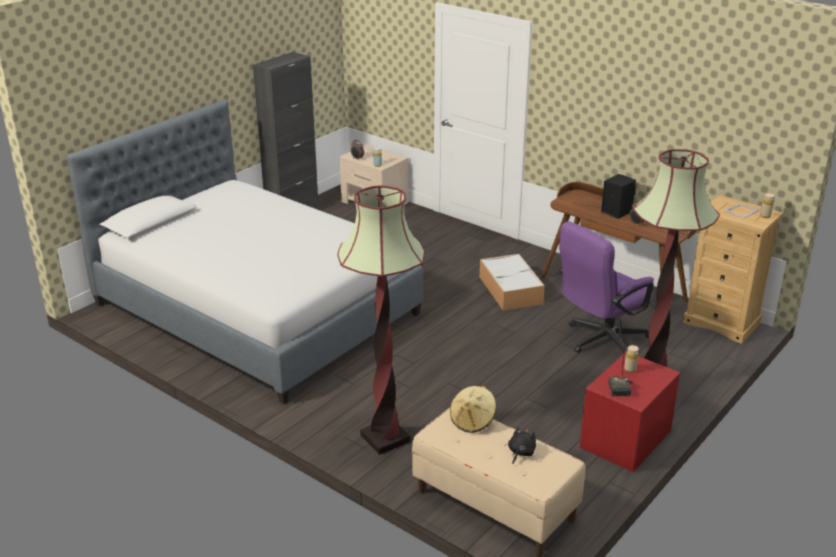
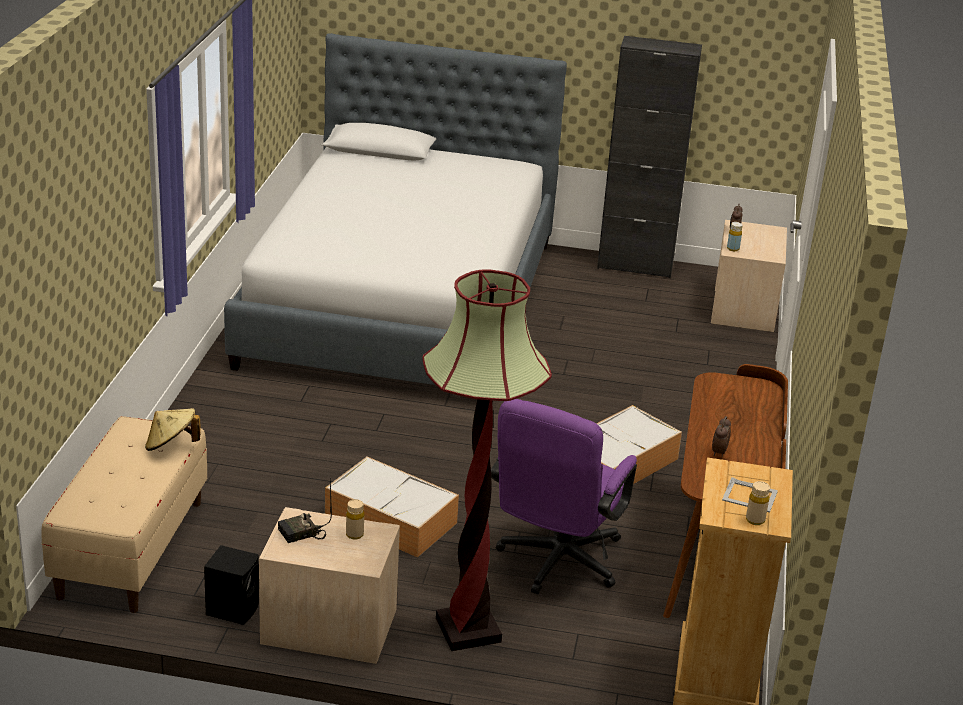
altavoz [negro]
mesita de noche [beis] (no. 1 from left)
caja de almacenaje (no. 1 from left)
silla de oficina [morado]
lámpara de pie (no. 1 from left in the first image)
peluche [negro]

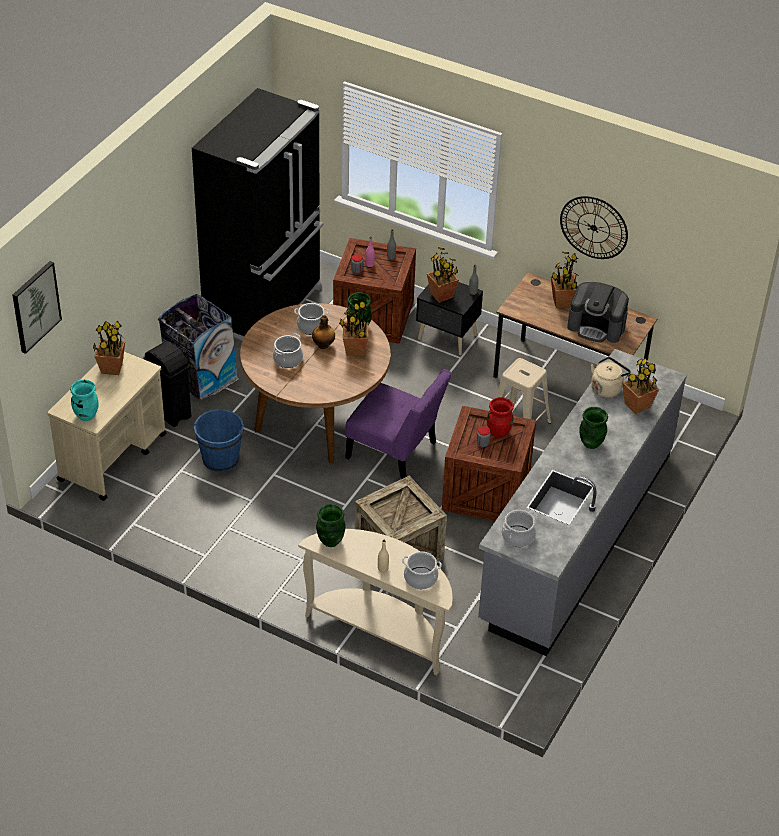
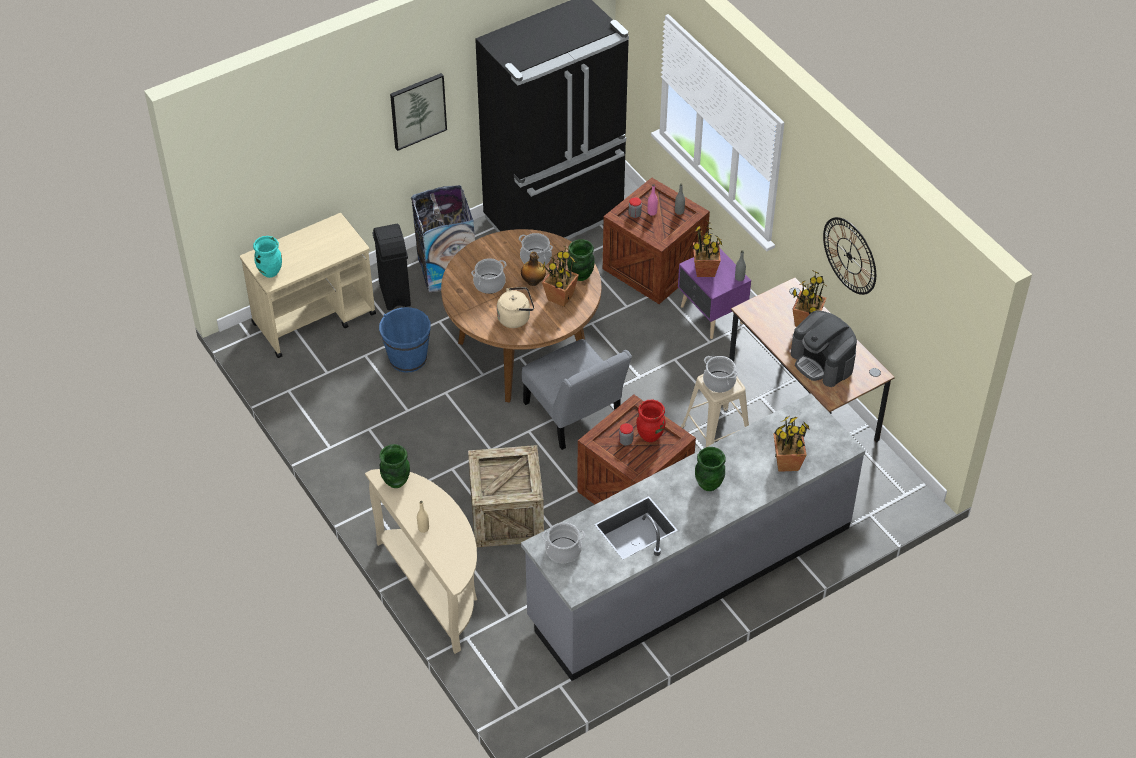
cuadro
hervidor [beis]
silla [gris]
mesita de noche [morado]
olla (no. 4 from left)
planta en maceta (no. 1 from left in the first image)

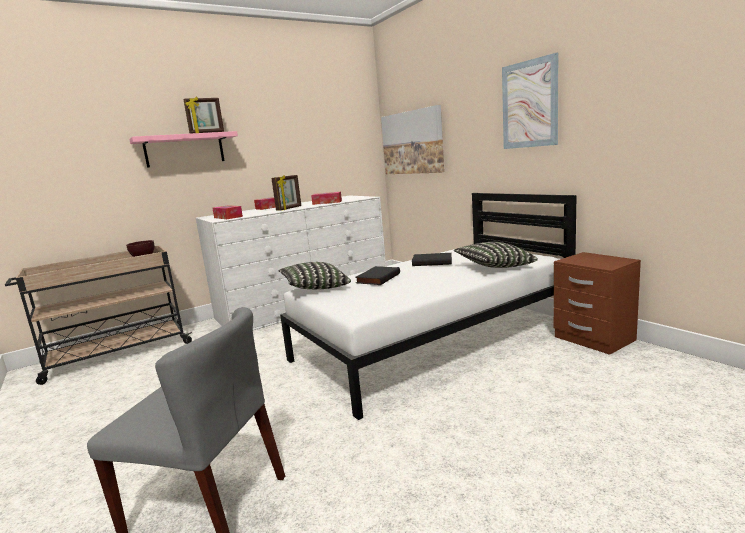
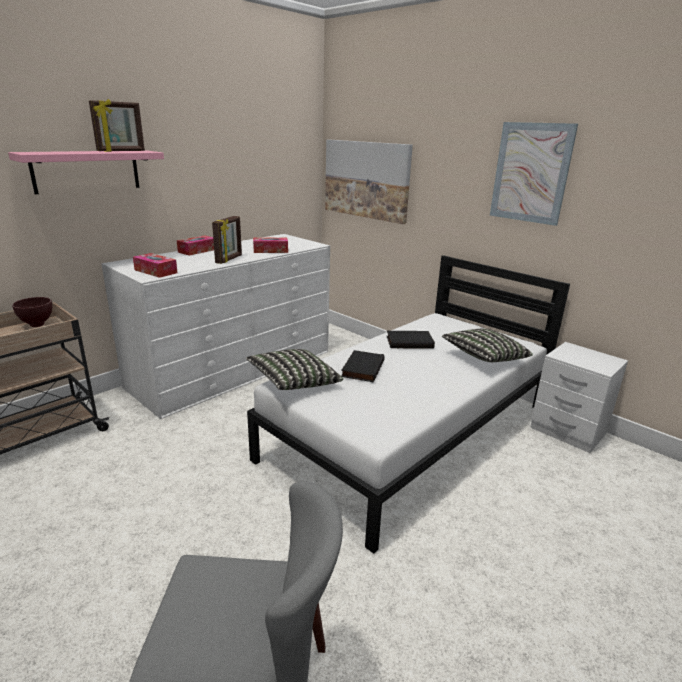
mesita de noche [blanco]

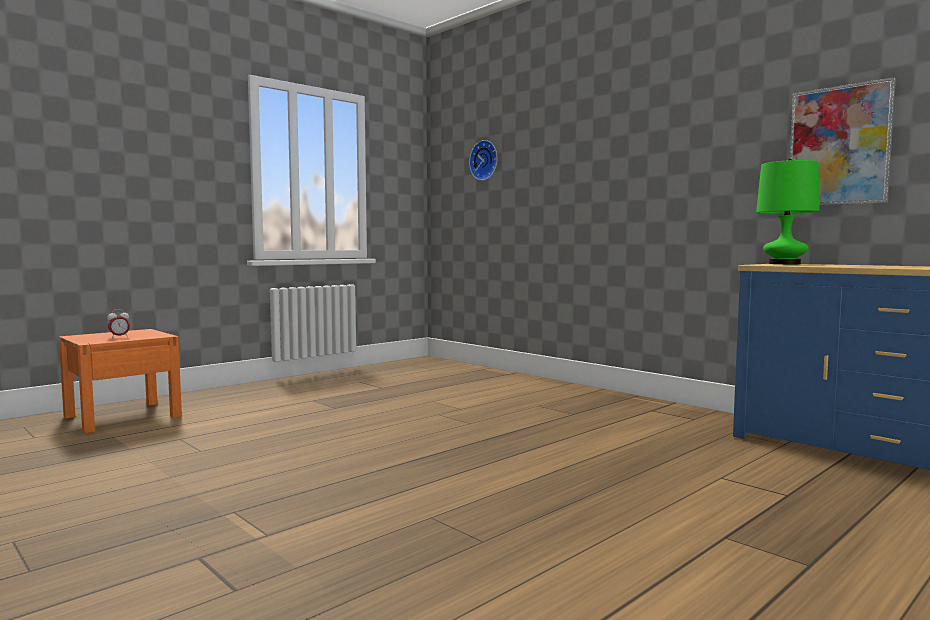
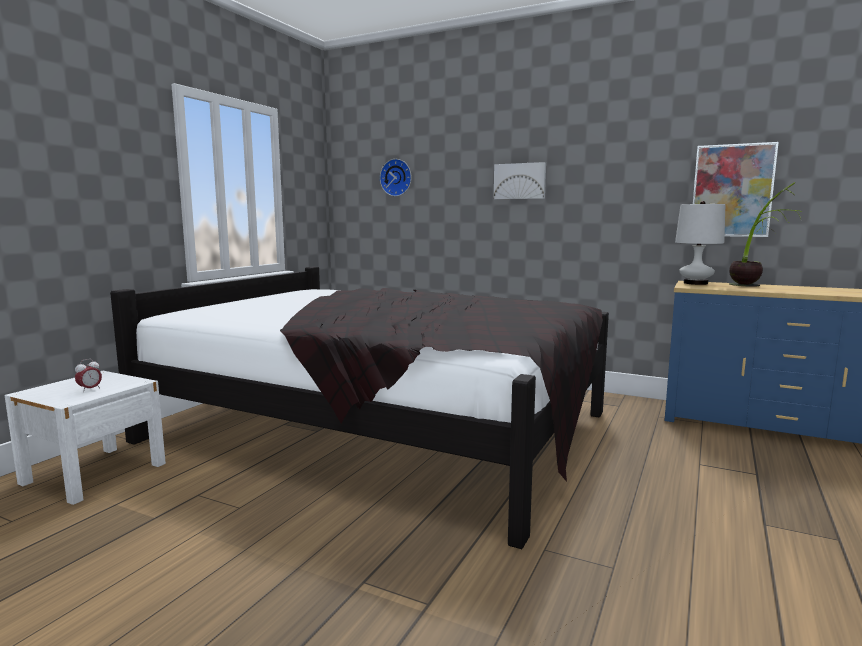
mesita de noche [blanco]
cama [negro]
cuadro (no. 1 from left)
lámpara de mesa [blanco]
planta en maceta

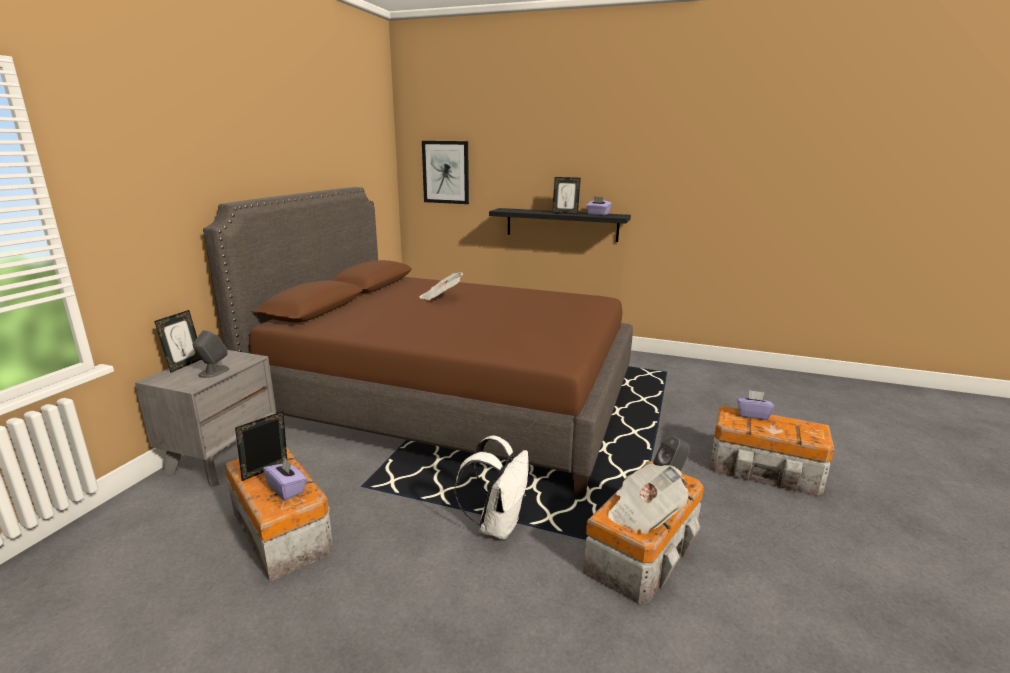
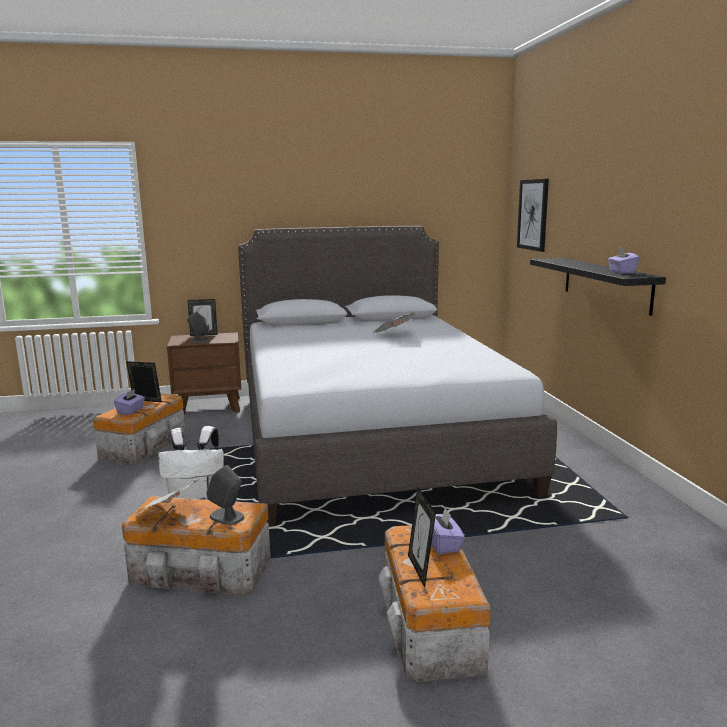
mesita de noche [marrón]
cama [gris]
portarretratos (no. 3 from left)

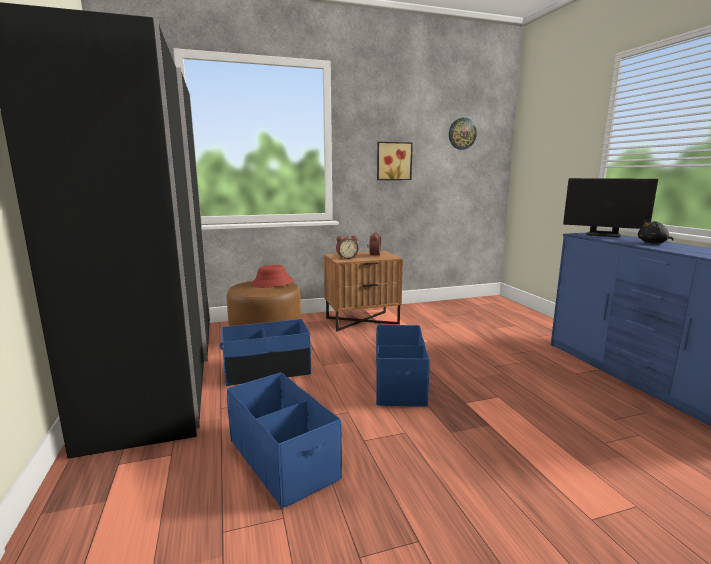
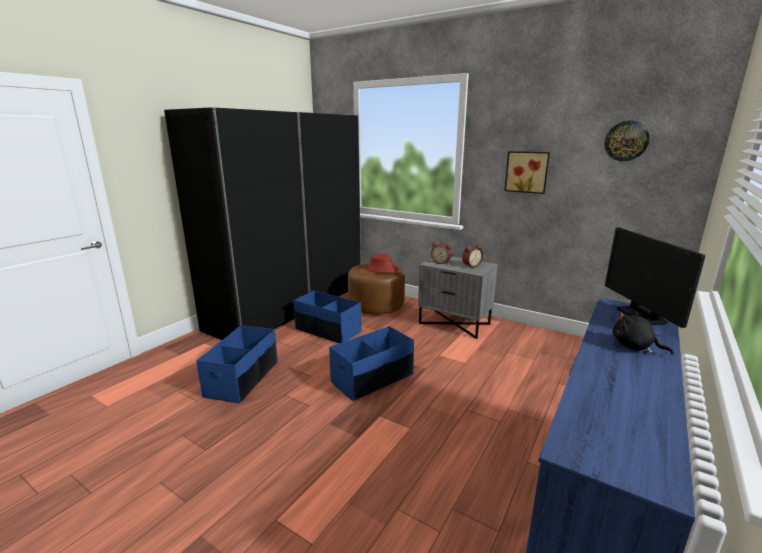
mesita de noche [gris]

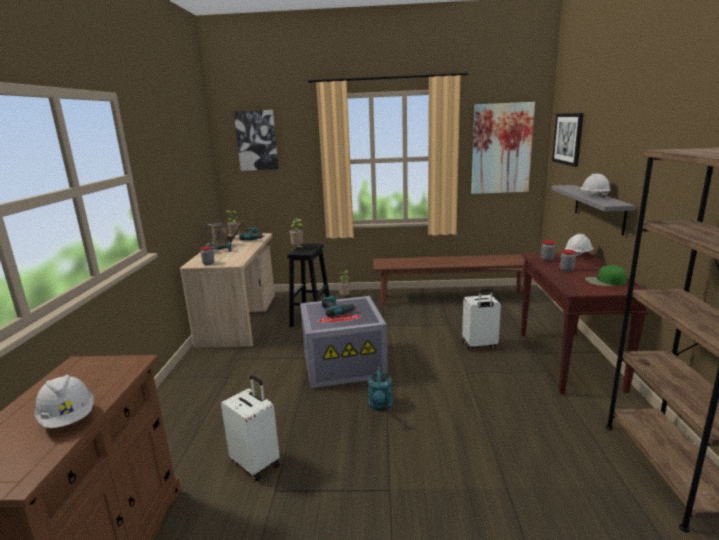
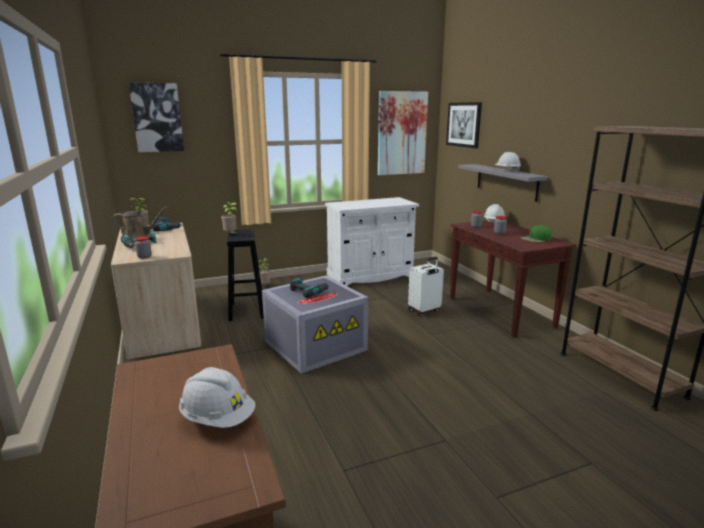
armario [blanco]
maleta [blanco] (no. 1 from left in the first image)
regadera [turquesa]

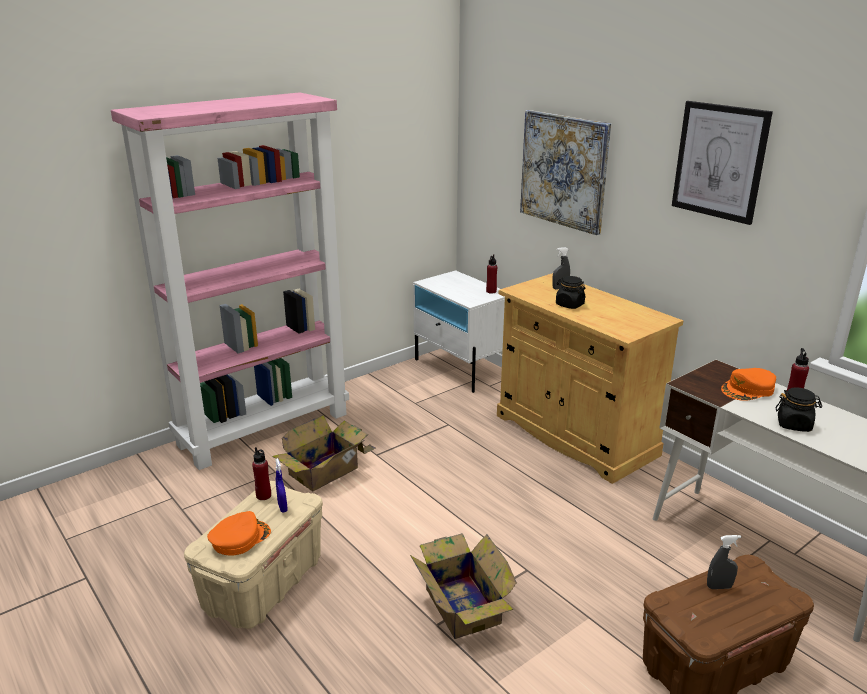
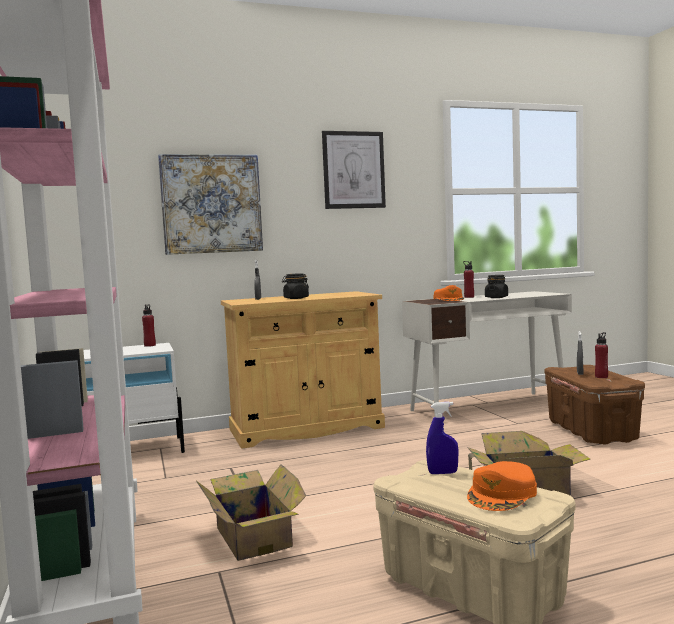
gorra [naranja] (no. 2 from left)
botella [rojo] (no. 3 from left)

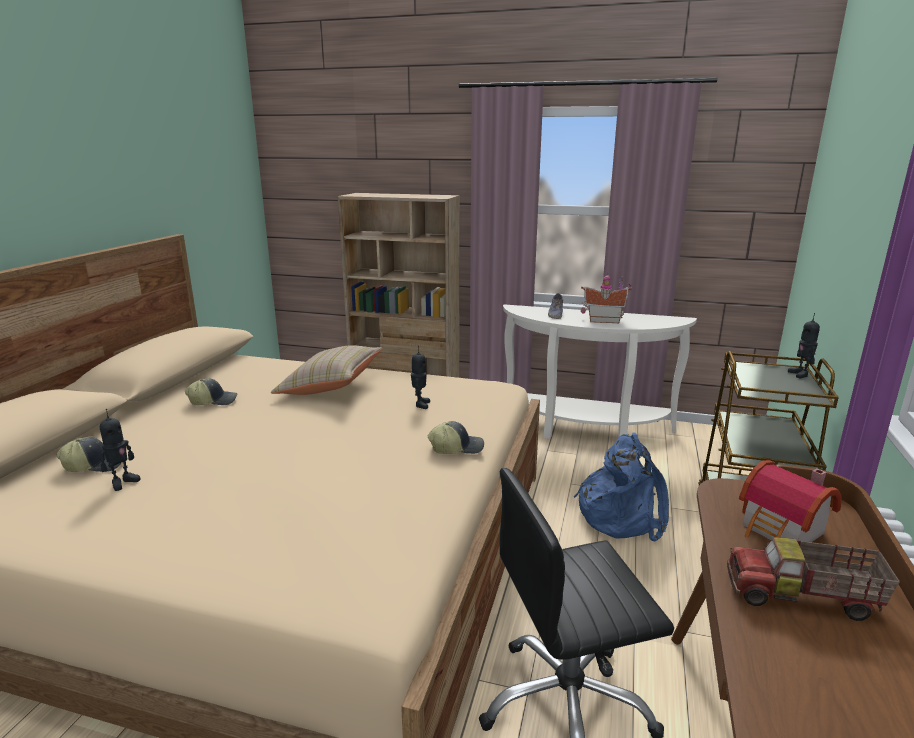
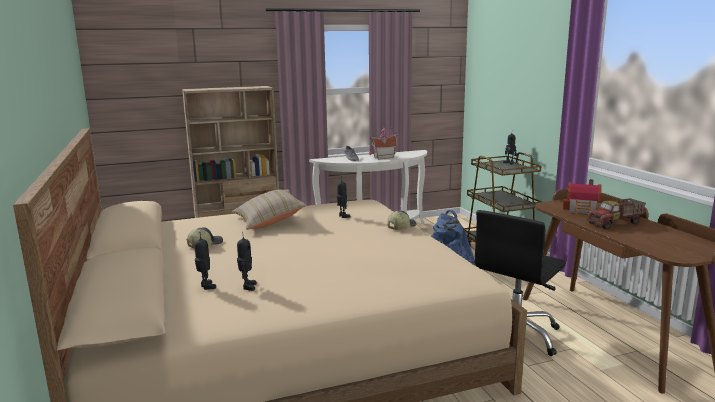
robot de juguete (no. 1 from left)

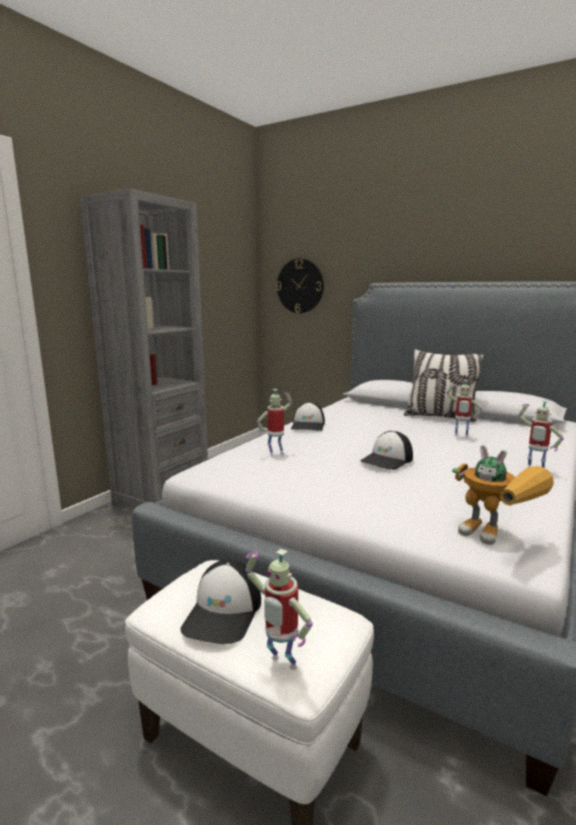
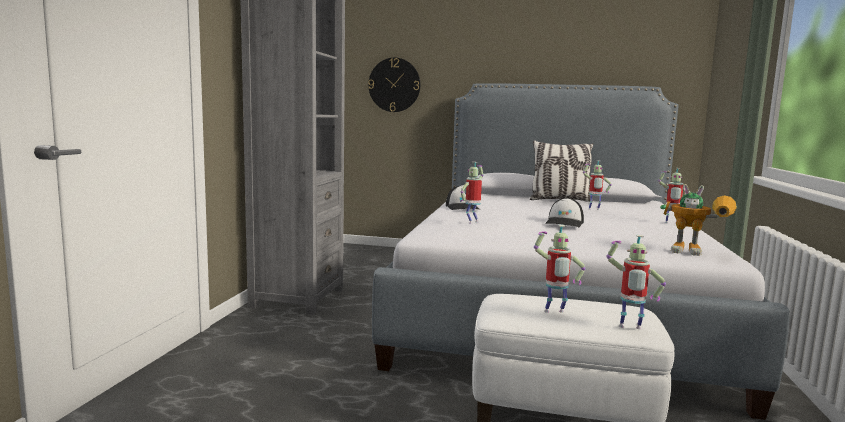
robot de juguete (no. 2 from left)

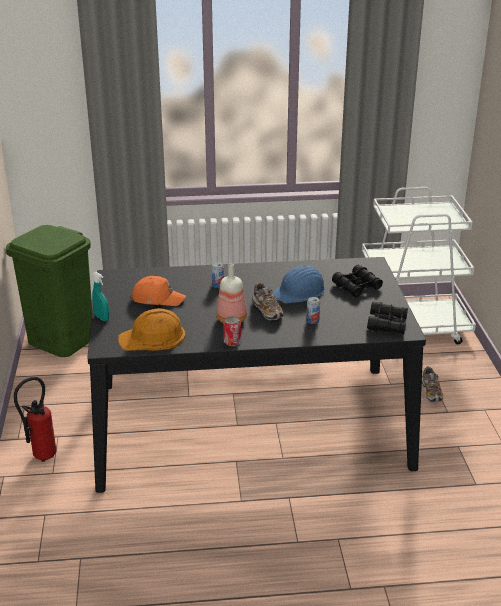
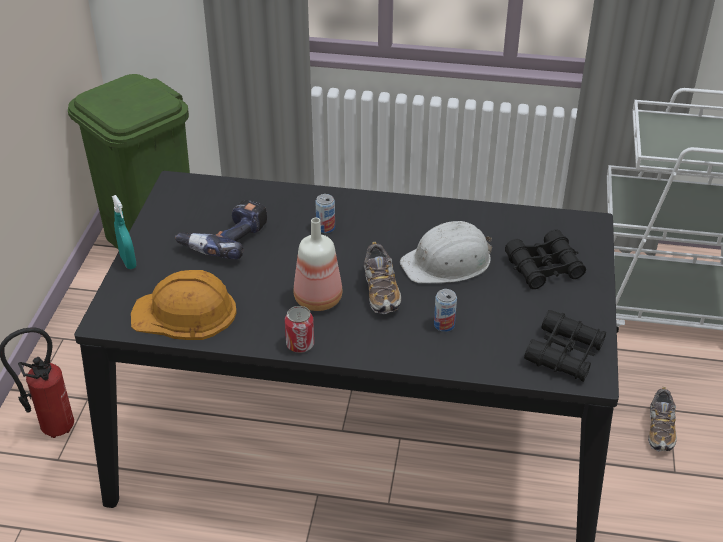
taladro
casco [blanco]

